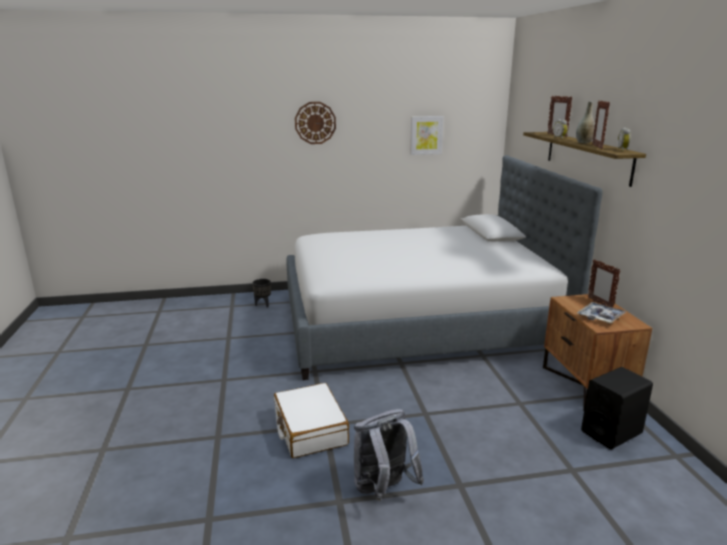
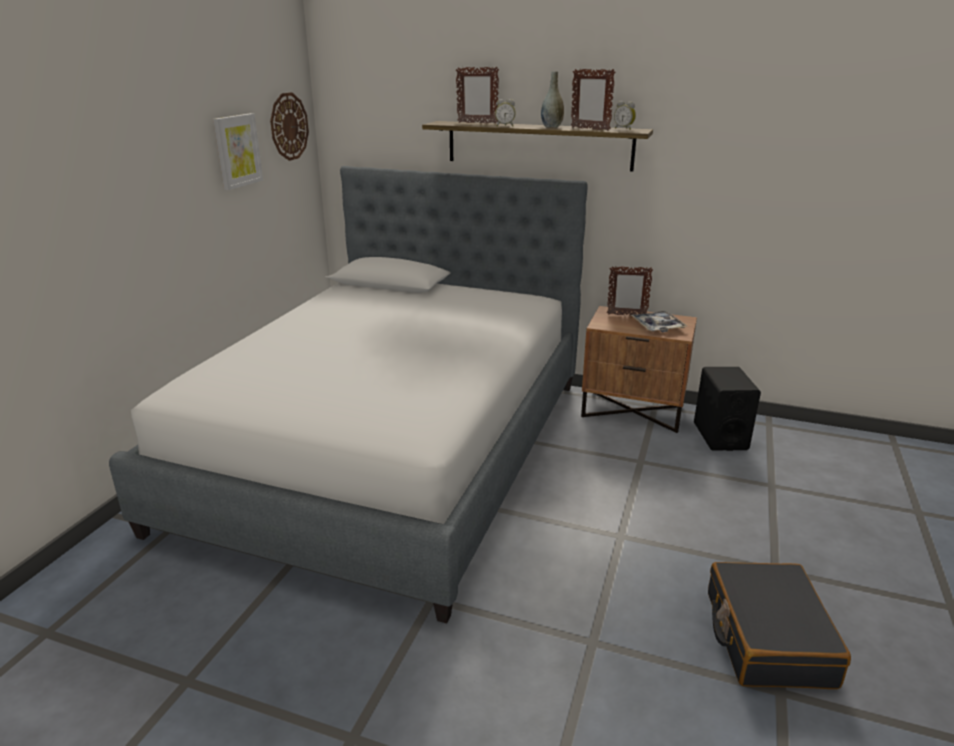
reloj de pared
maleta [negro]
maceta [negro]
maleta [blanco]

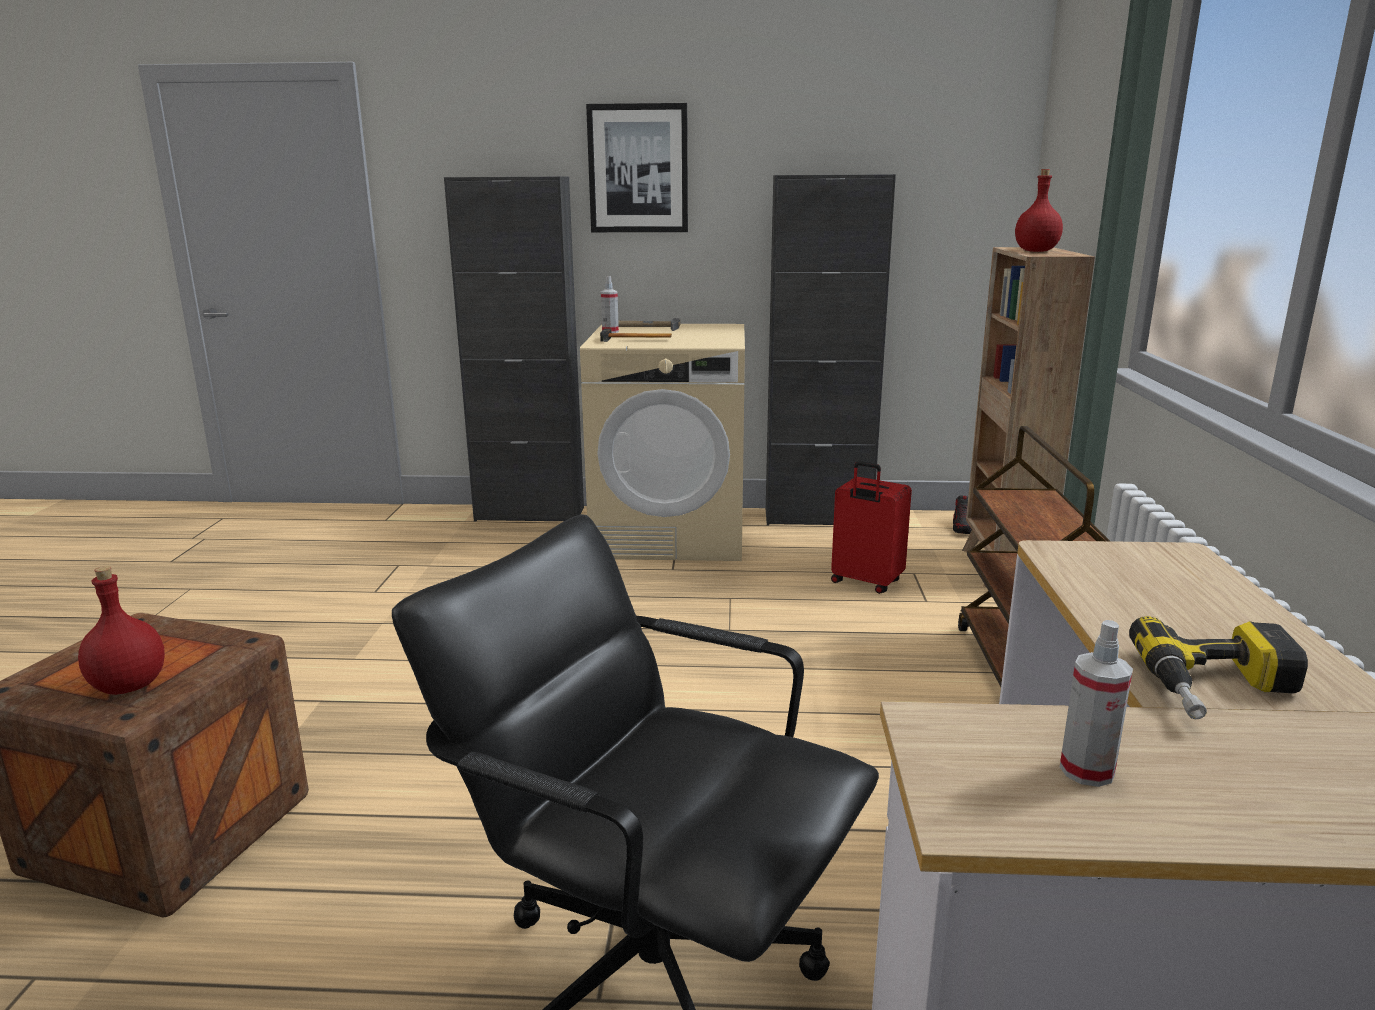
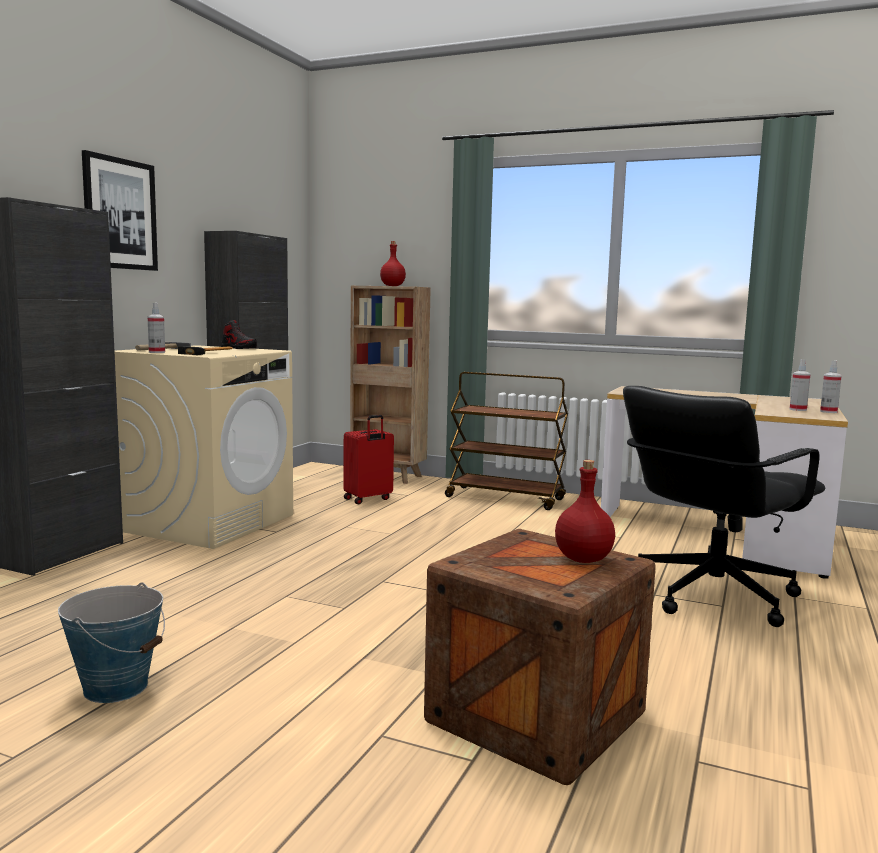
cubo
zapato
pulverizador (no. 3 from left)
taladro

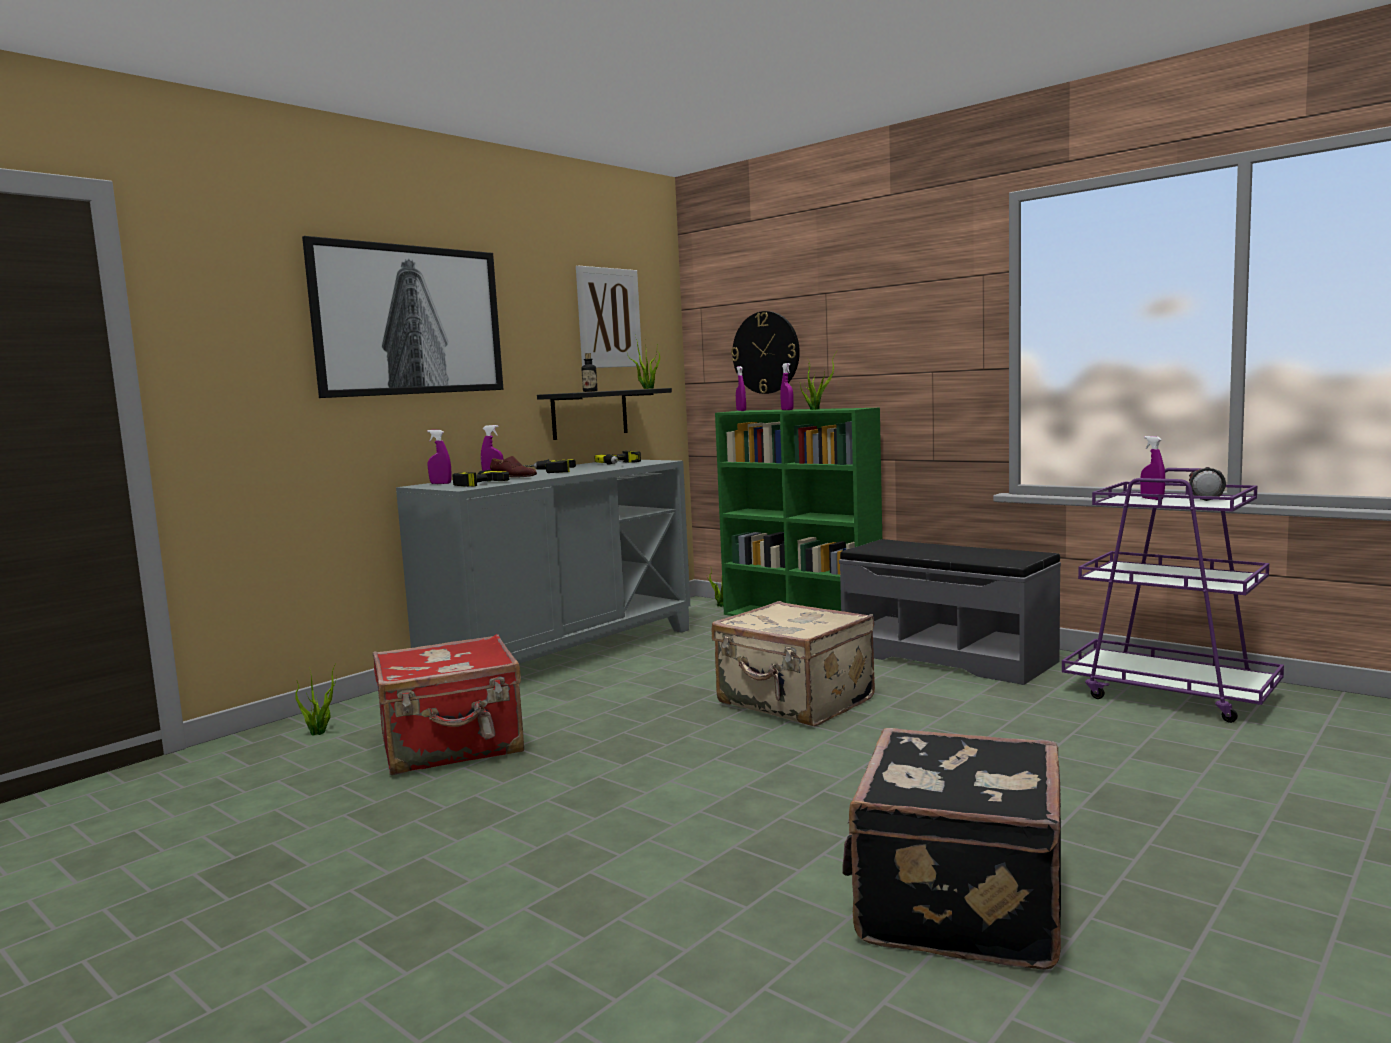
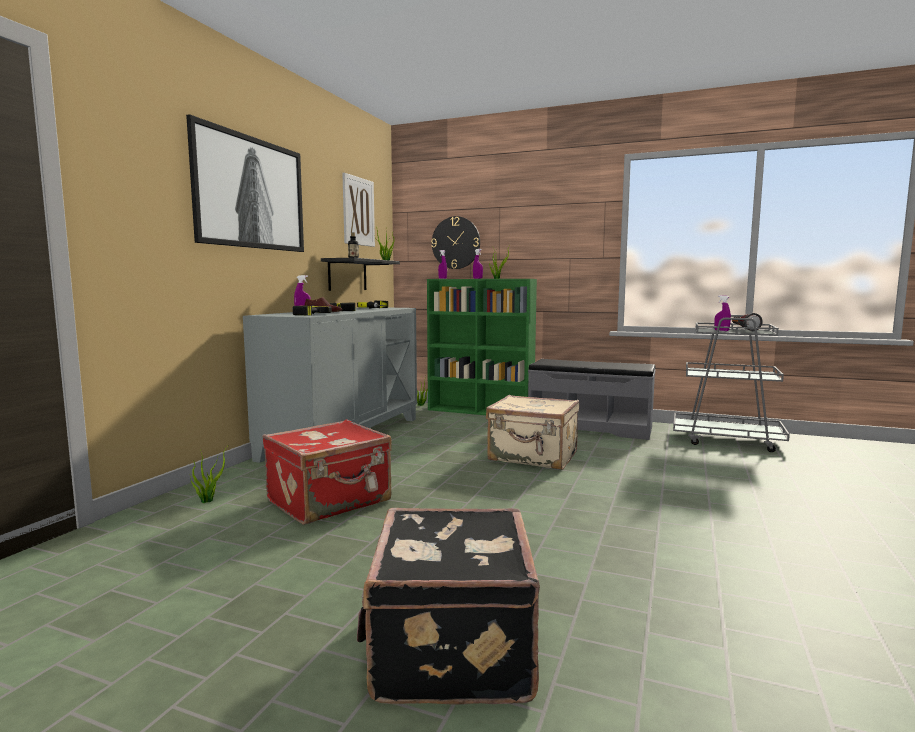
maleta [negro]
carrito [gris]
pulverizador [morado] (no. 1 from left in the first image)

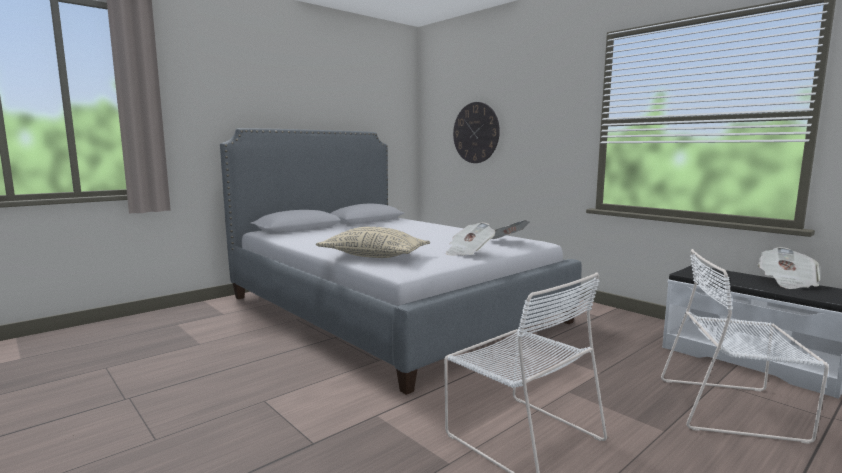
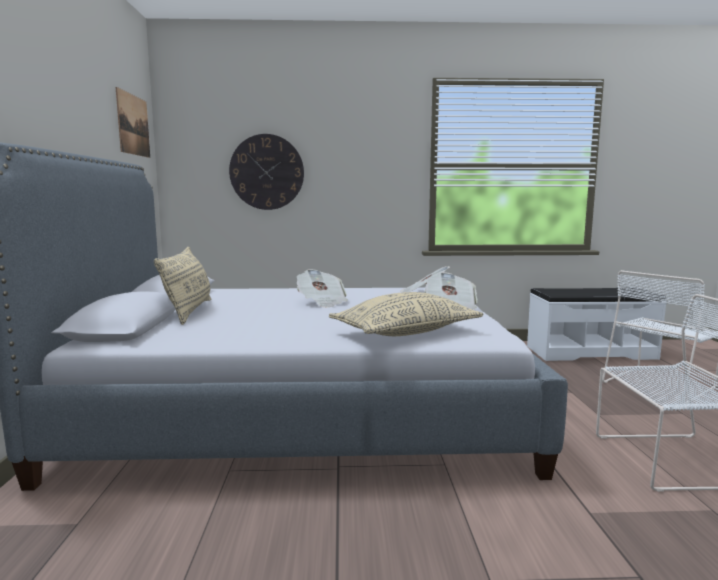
cuadro
cojín [beis] (no. 1 from left)
periódico (no. 1 from left)

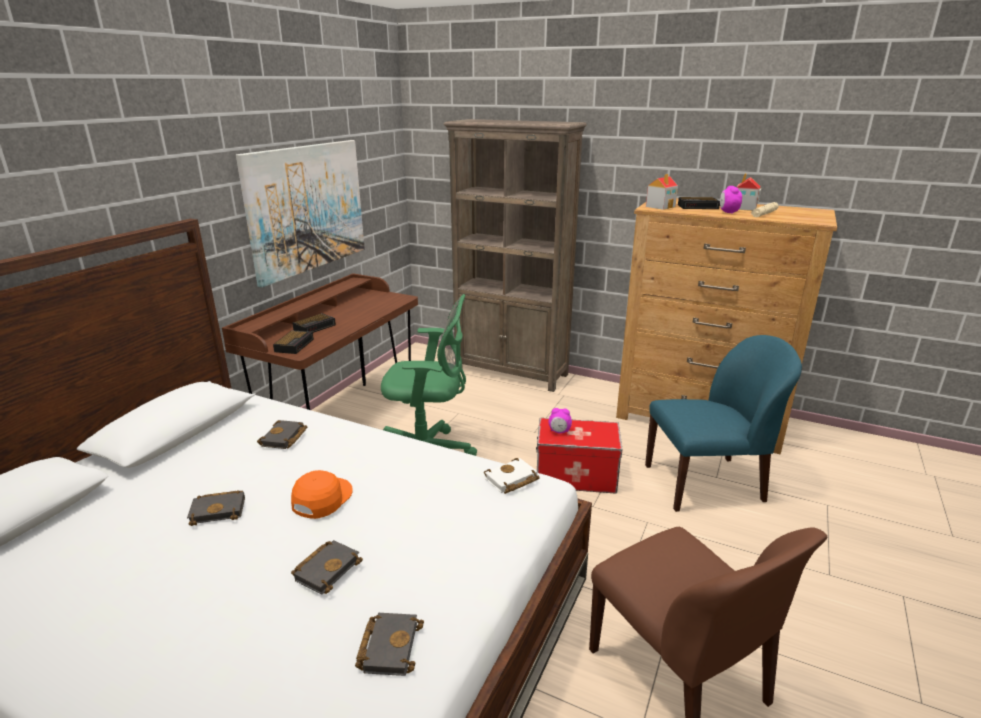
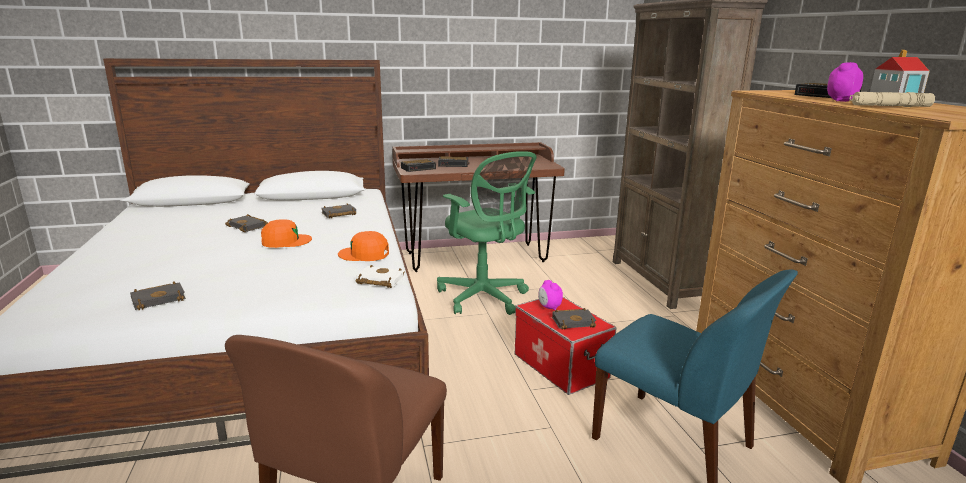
gorra [naranja] (no. 2 from left)
libro [negro] (no. 4 from left)
cuadro
casita (no. 1 from left in the first image)

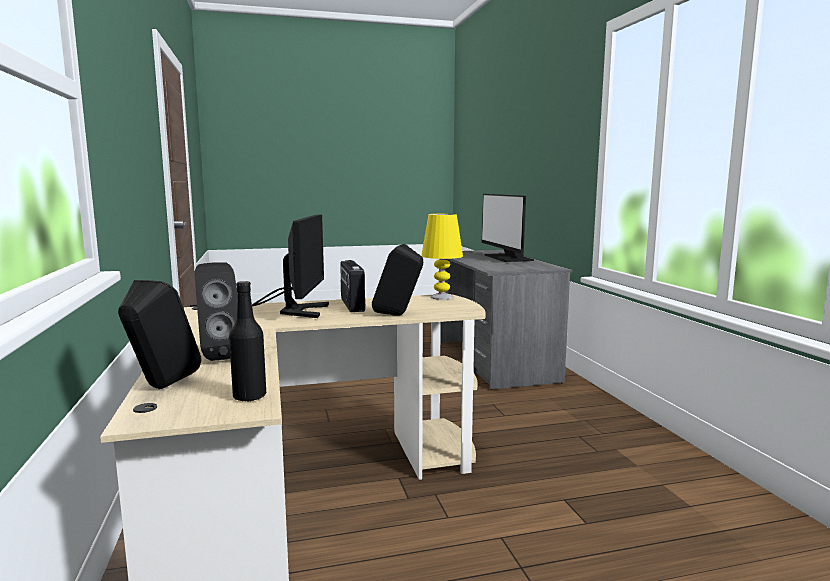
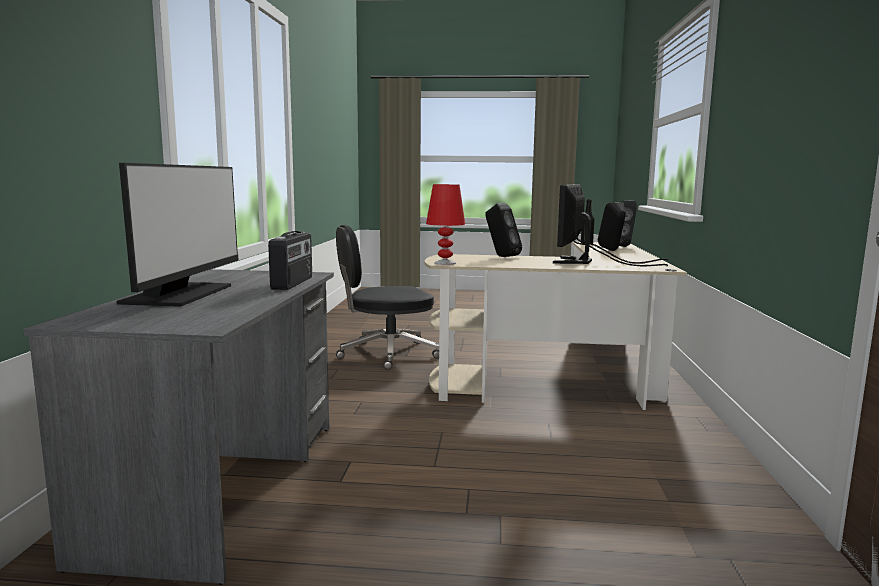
radio
silla de oficina [negro]
lámpara de mesa [rojo]

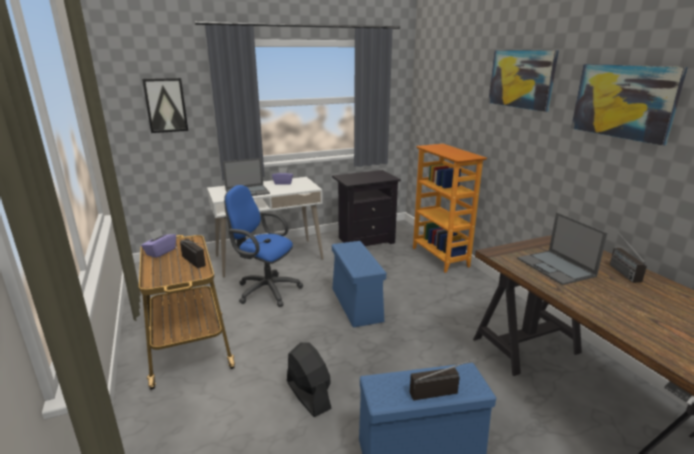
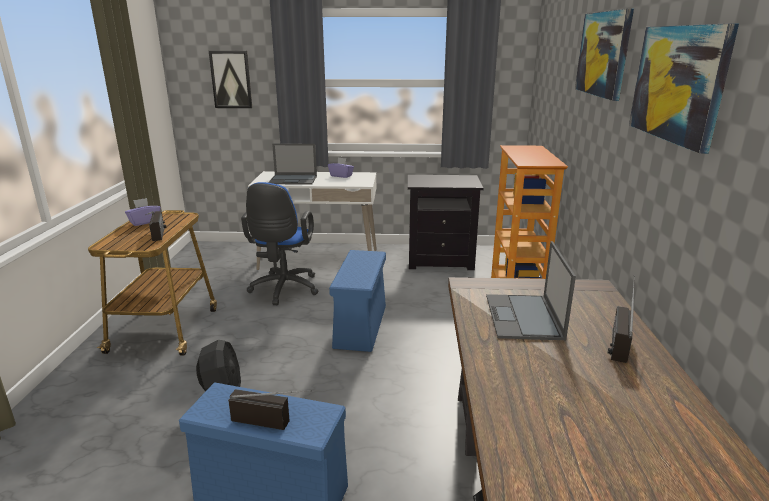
silla de oficina [azul]

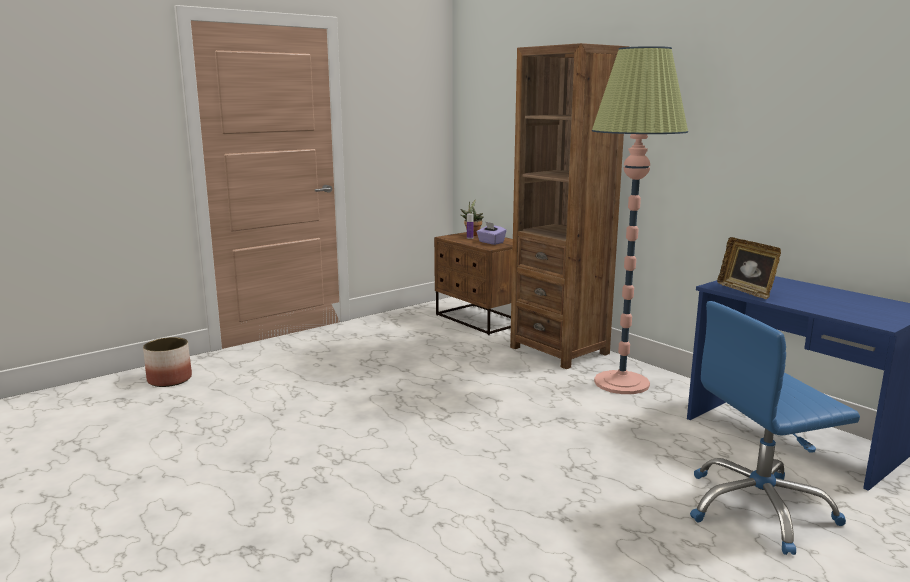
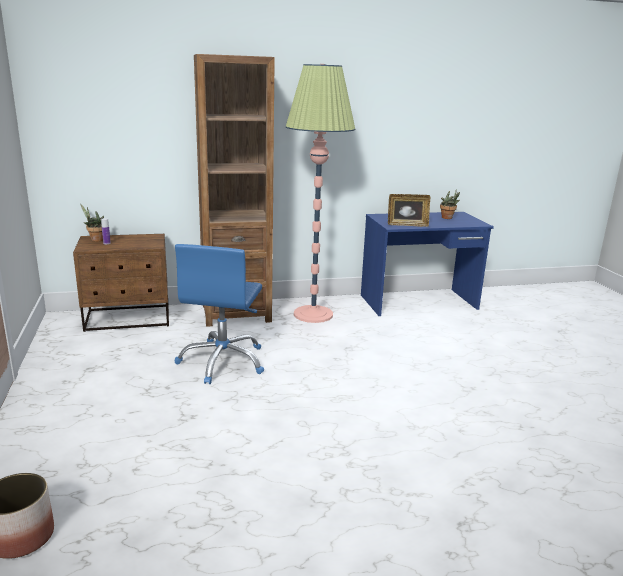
silla de oficina [azul]
planta en maceta (no. 2 from left)
caja de pañuelos [morado]

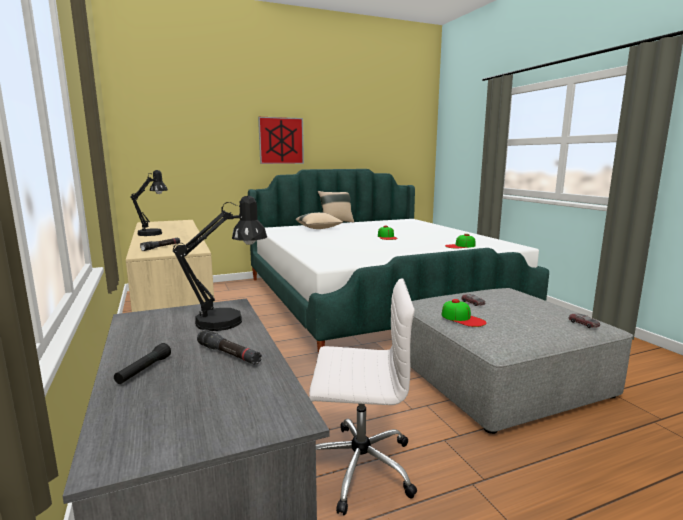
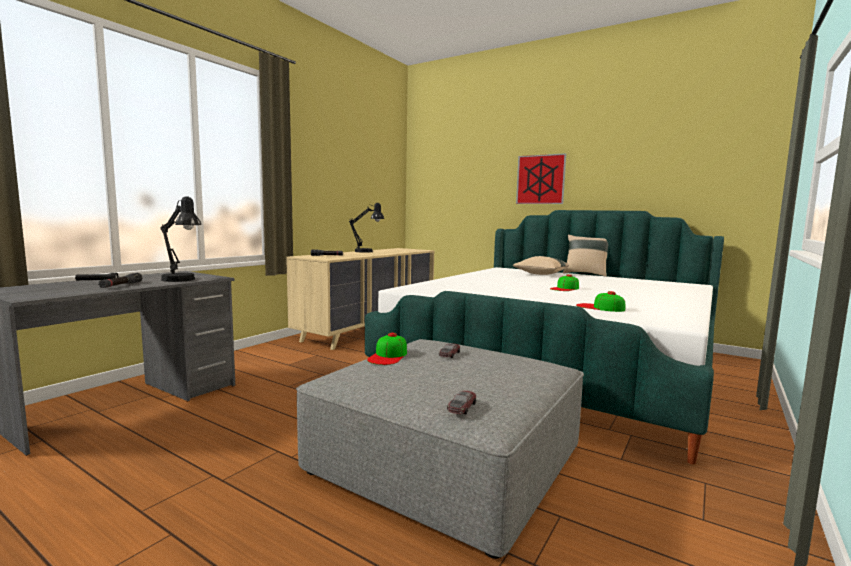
silla de oficina [blanco]

